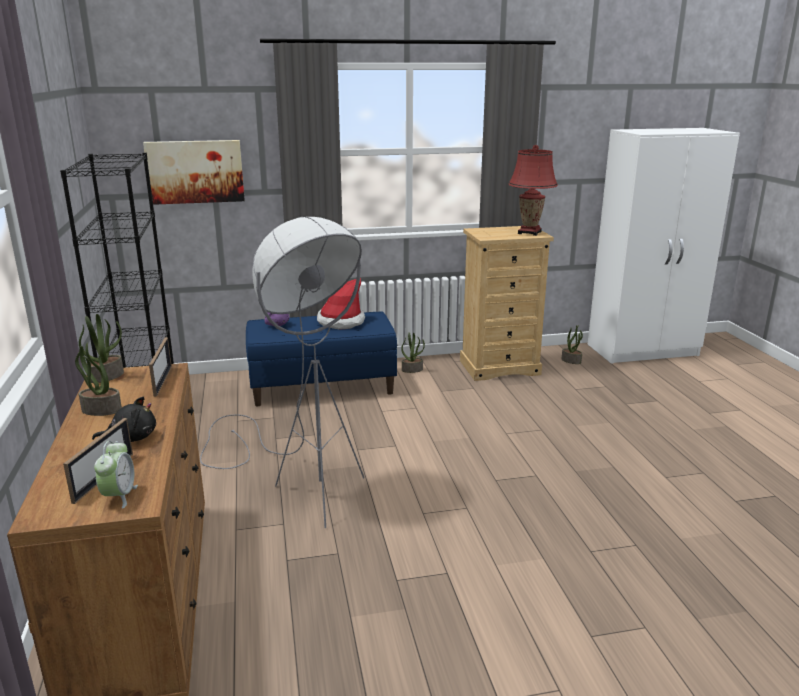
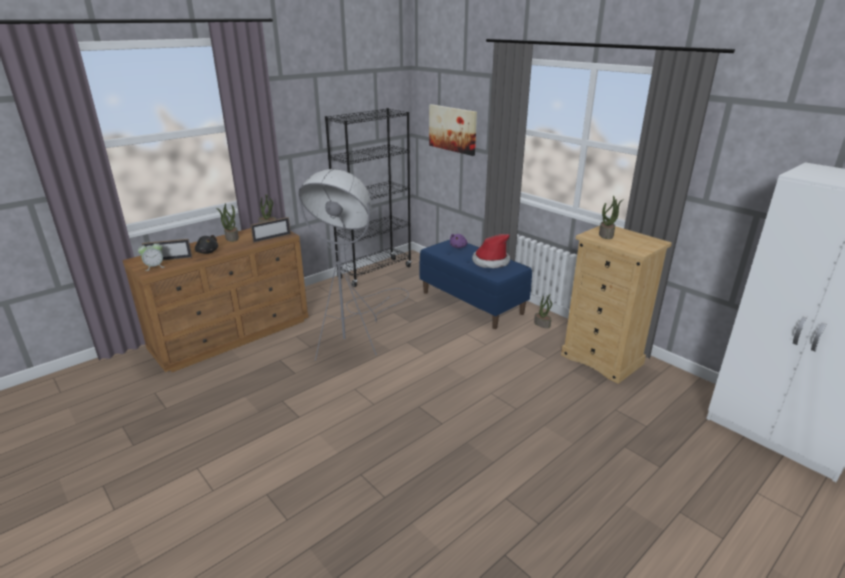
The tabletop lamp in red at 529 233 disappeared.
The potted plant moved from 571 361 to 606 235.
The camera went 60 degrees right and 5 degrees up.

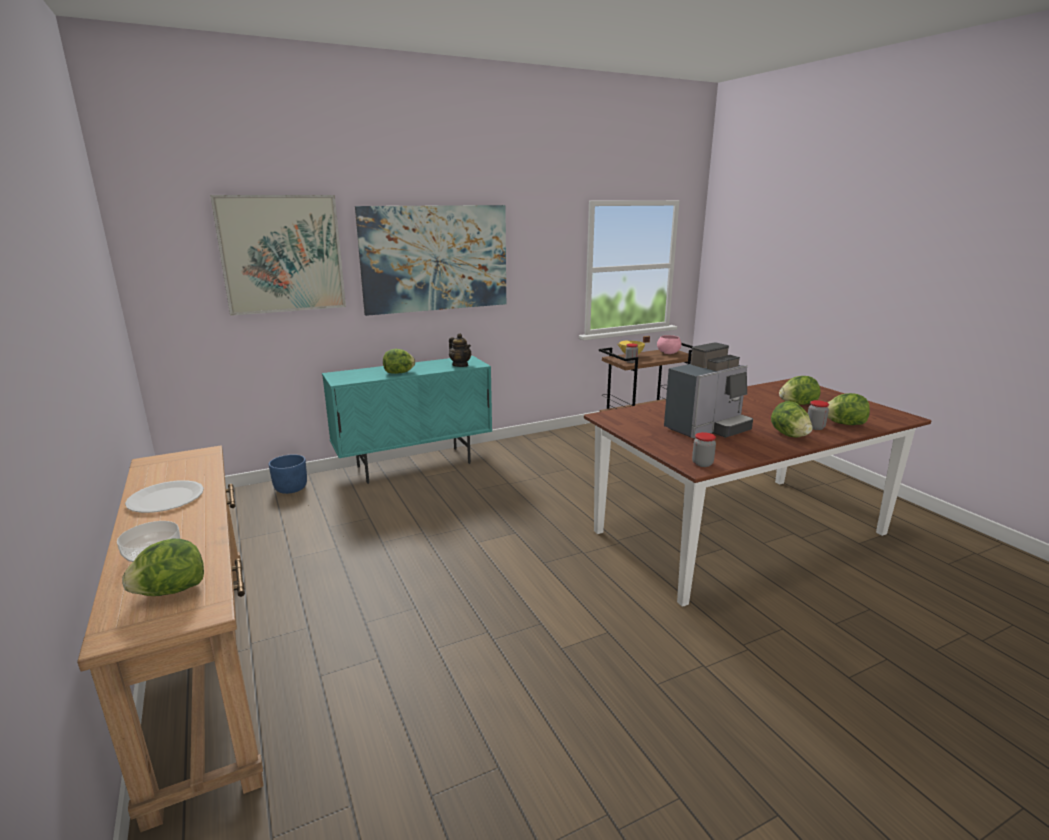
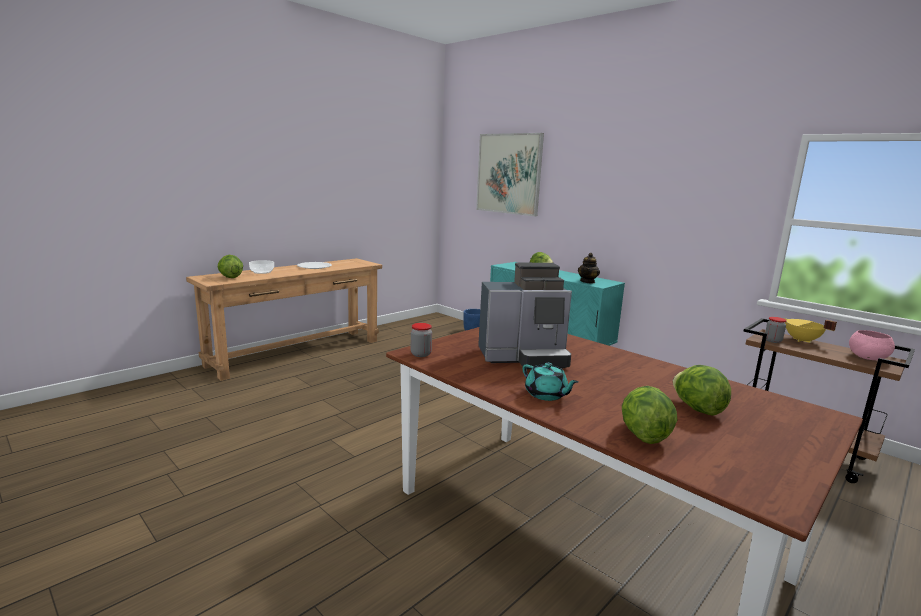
The wall picture at 435 258 disappeared.
The coffee brewer at 707 428 turned 45 degrees counterclockwise.
The preserve jar at 815 427 disappeared.
The lettuce at 789 435 was replaced by the teapot in turquoise-coloured at 546 395.
The camera went 70 degrees right and 5 degrees down.

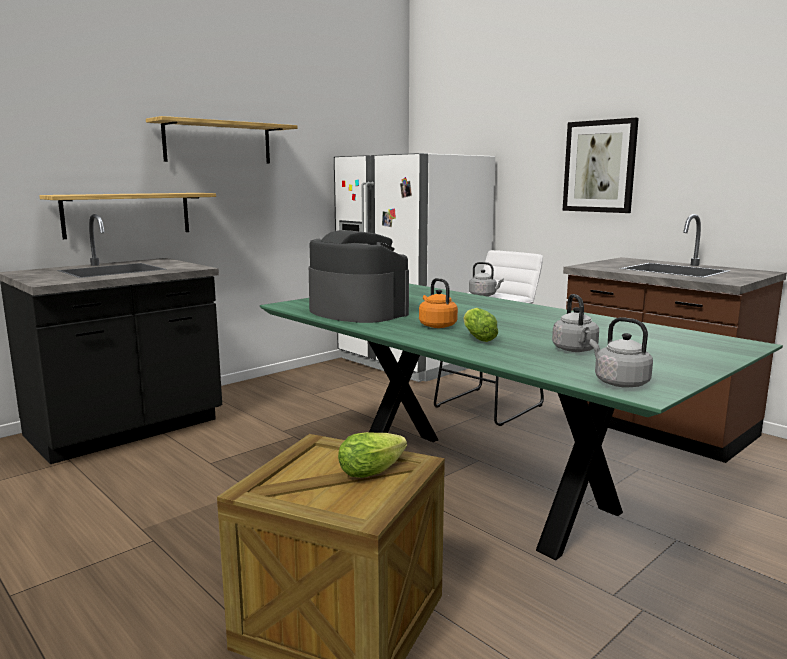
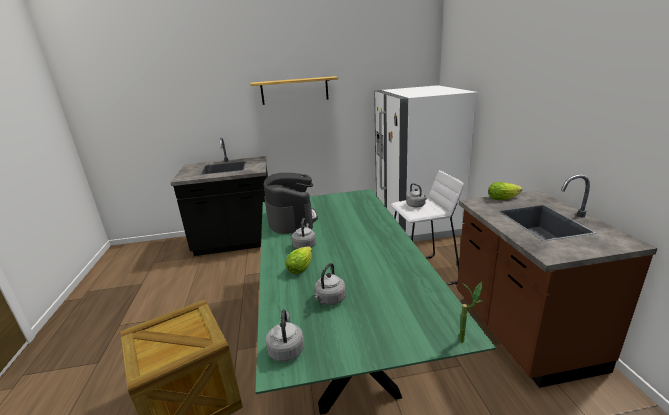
The wall picture at 599 166 disappeared.
The bracket shelf at 127 214 disappeared.
The kettle in orangey at 436 325 became the kettle in grey at 305 245.
The lettuce moved from 375 469 to 504 198.
The potted plant at 466 340 appeared.
The camera went 35 degrees right and 10 degrees up.

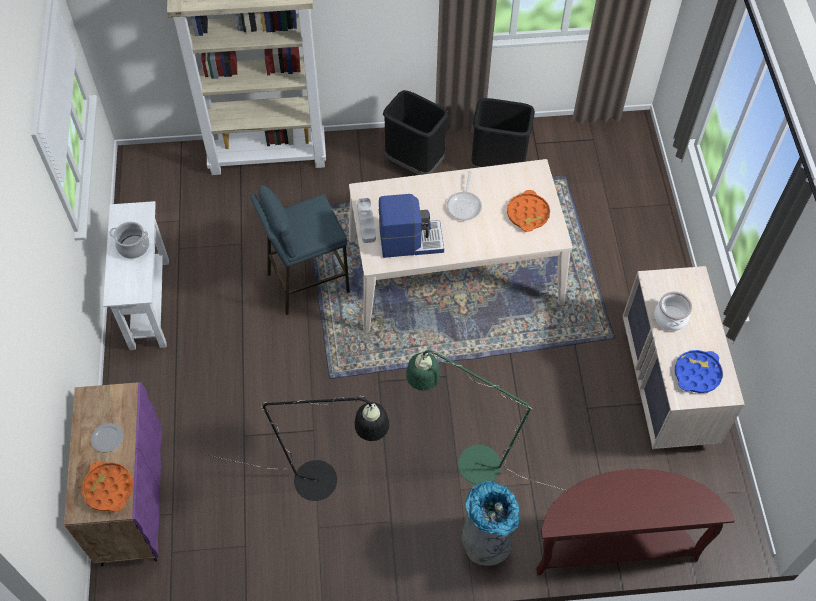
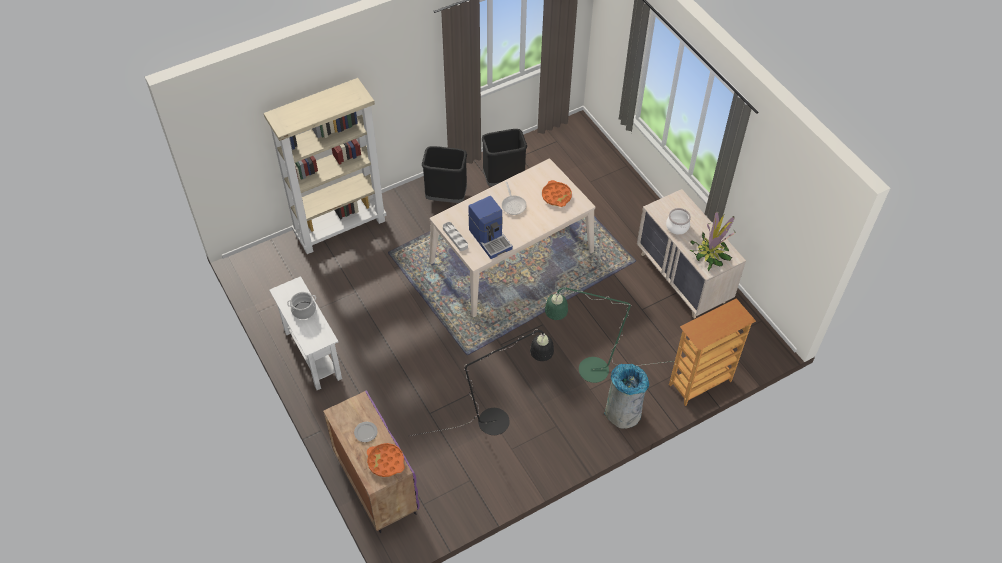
The sitting stool in bluish at 307 282 disappeared.
The coffee brewer at 410 240 turned 90 degrees clockwise.
The tray in bluish at 697 374 was replaced by the potted plant at 710 253.
The hall table in brownish at 613 544 was replaced by the bookshelf at 700 383.
The camera went 25 degrees left and 5 degrees down.

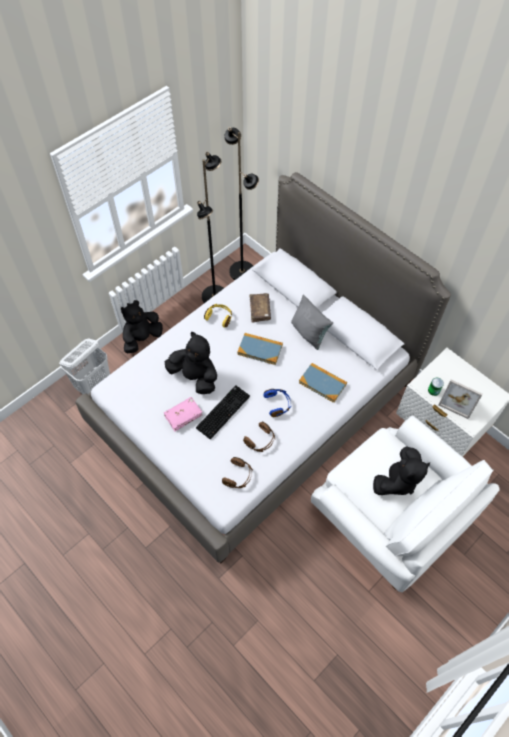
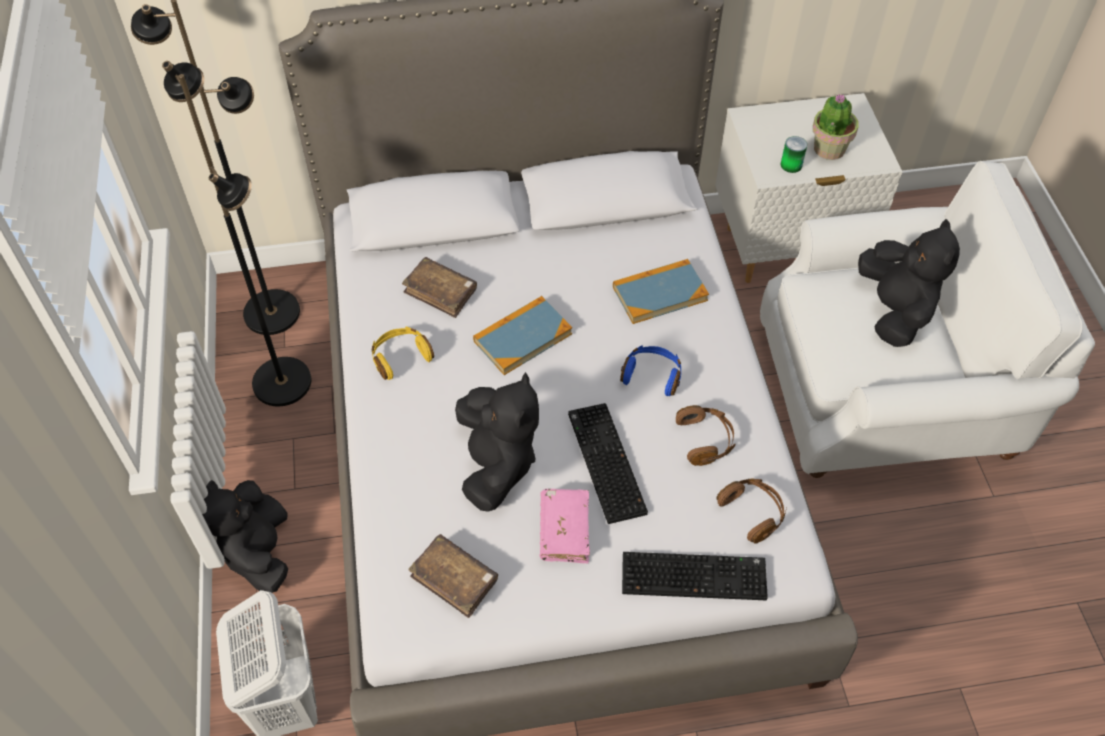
The cushion in grey at 309 333 disappeared.
The plush toy in black at 195 377 turned 105 degrees clockwise.
The picture frame at 458 400 was replaced by the potted plant at 828 149.
The book in brownish at 454 579 appeared.
The PC keyboard at 695 575 appeared.
The camera went 55 degrees left and 5 degrees down.

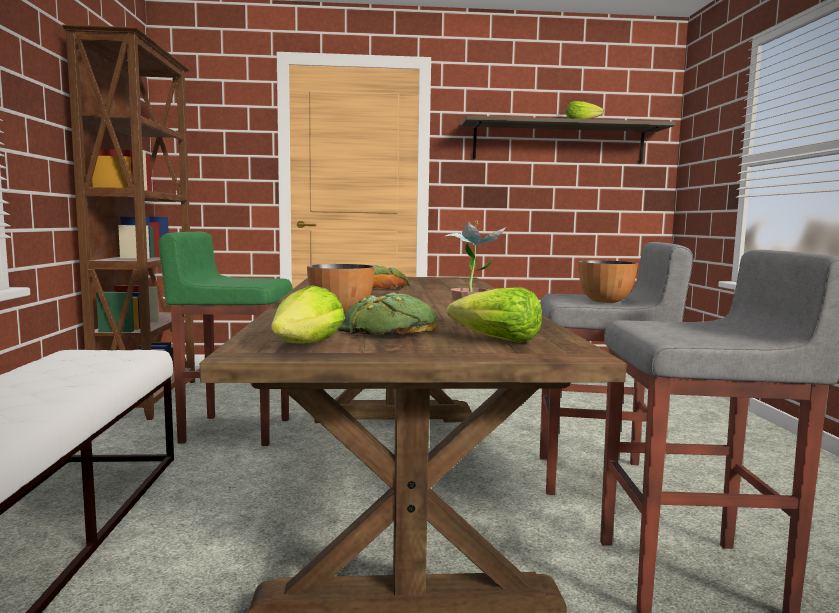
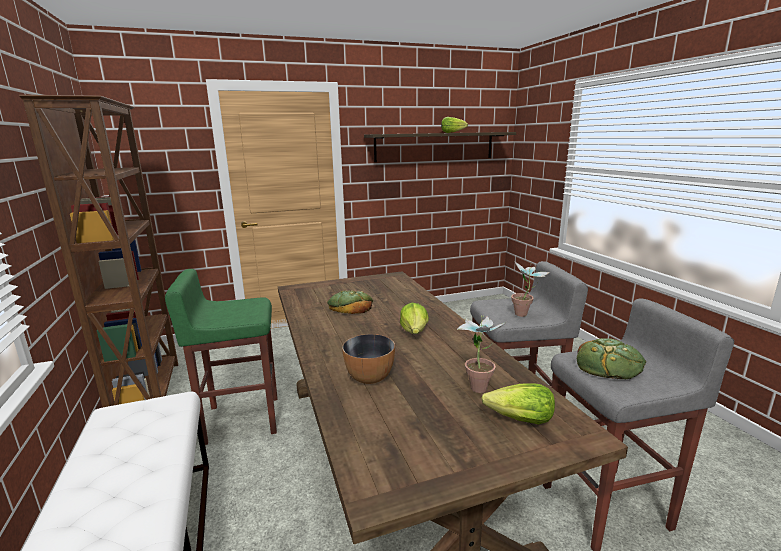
The serving bowl at 605 301 was replaced by the potted plant at 525 315.
The lettuce moved from 307 346 to 414 331.
The baked bread moved from 388 329 to 608 365.
The camera went 15 degrees left and 10 degrees up.

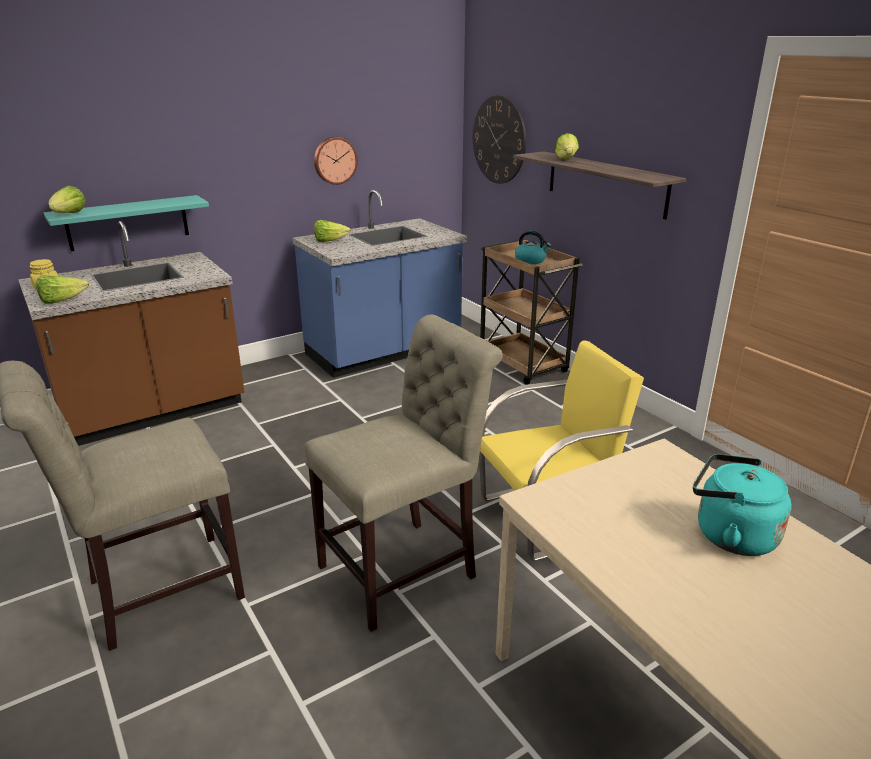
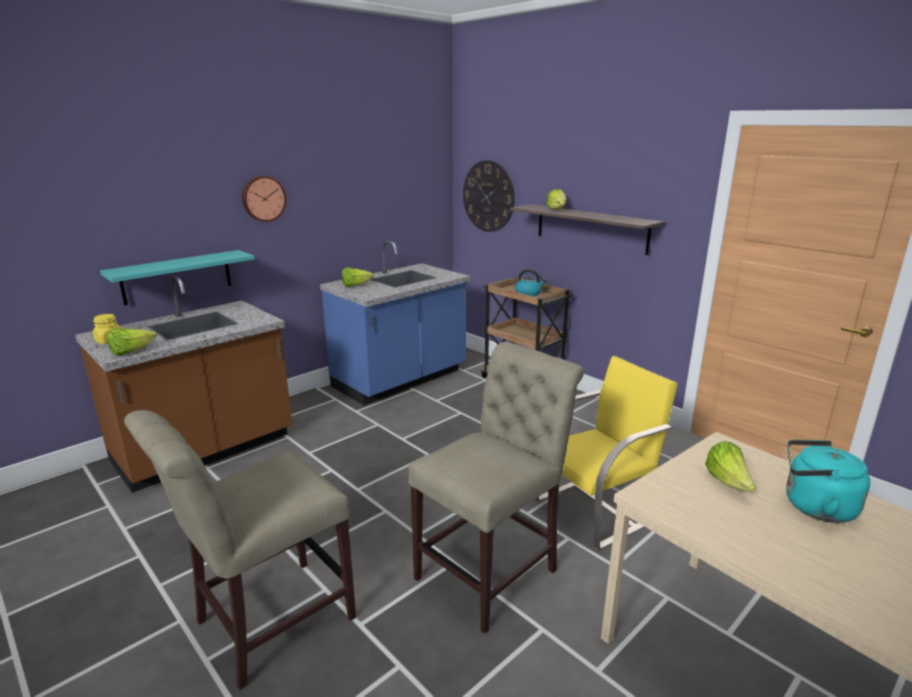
The wall clock moved from 334 160 to 263 198.
The lettuce moved from 69 214 to 728 482.
The camera went 10 degrees left and 5 degrees down.

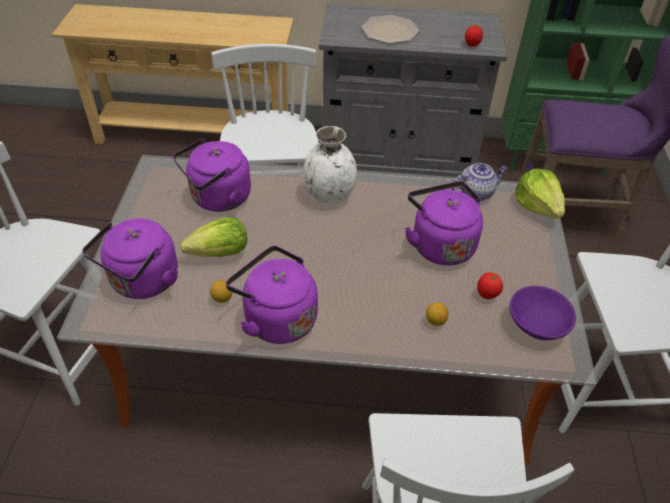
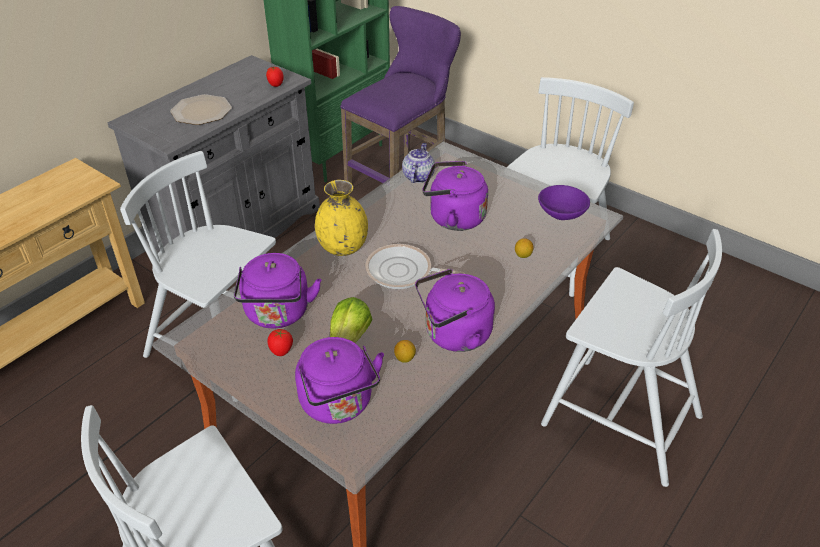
The flower vase in whitish at 329 194 became the flower vase in yellow at 342 247.
The lettuce at 537 206 disappeared.
The whole tomato moved from 486 295 to 281 352.
The frying pan at 403 272 appeared.
The camera went 55 degrees left and 5 degrees down.

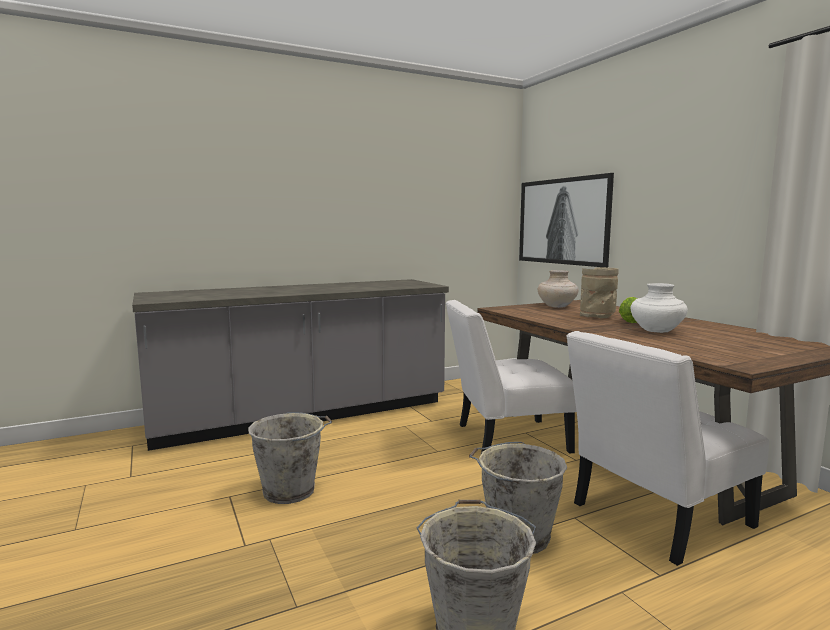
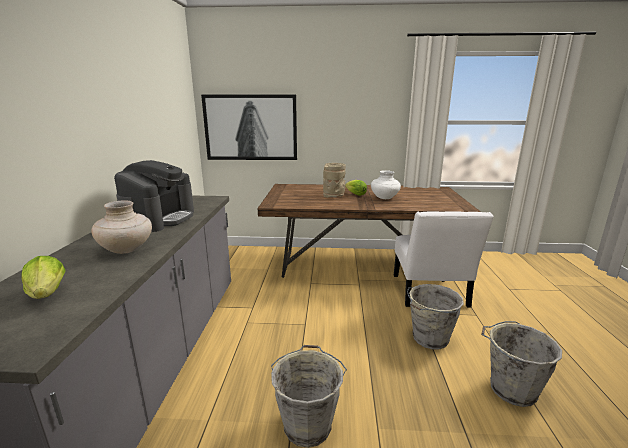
The flower vase in beige moved from 557 306 to 127 249.
The plain chair in whitish at 505 439 disappeared.
The coffee brewer at 160 219 appeared.
The lettuce at 48 294 appeared.
The camera went 60 degrees left and 10 degrees up.

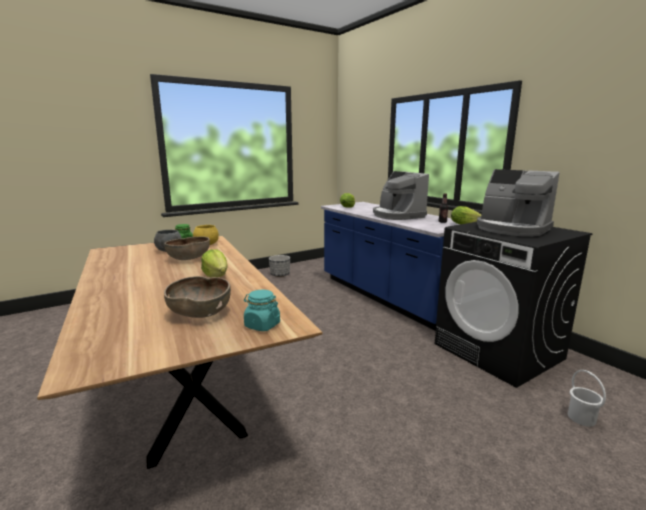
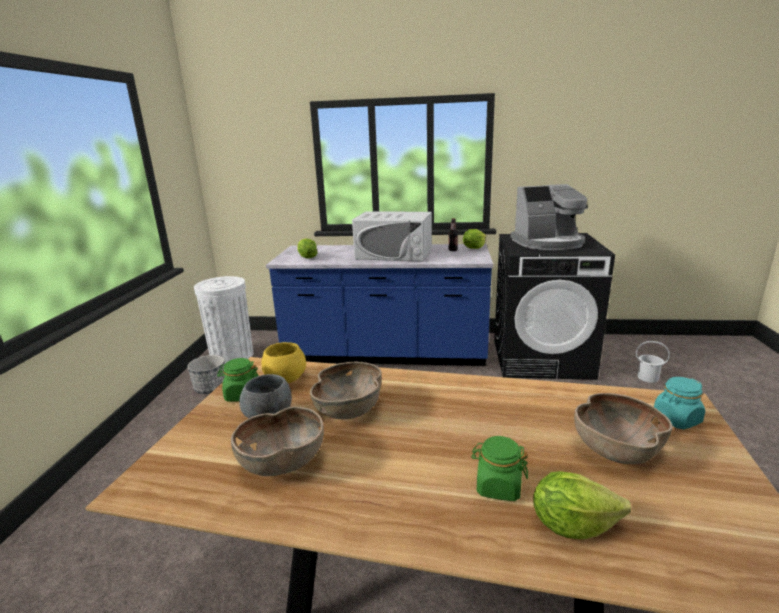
The coffee brewer at 397 215 was replaced by the microwave oven in whitish at 394 254.
The lettuce moved from 216 276 to 572 525.
The rubbish bin in whitish at 232 356 appeared.
The serving bowl in brownish at 282 463 appeared.
The preserve jar in green at 498 487 appeared.
The camera went 50 degrees left and 5 degrees up.

